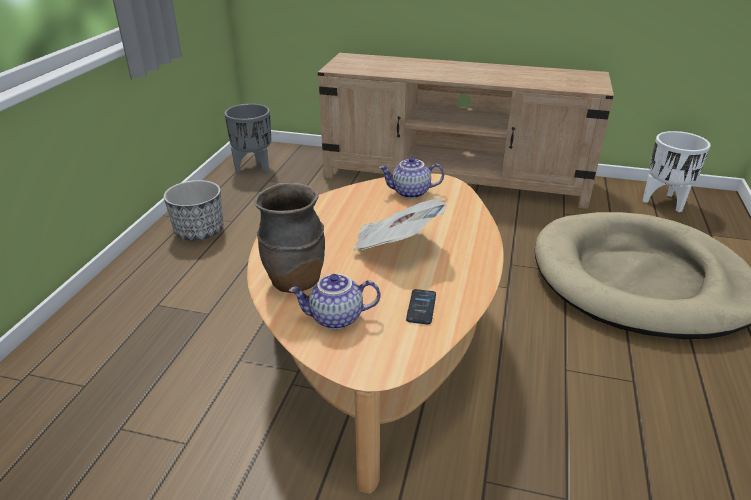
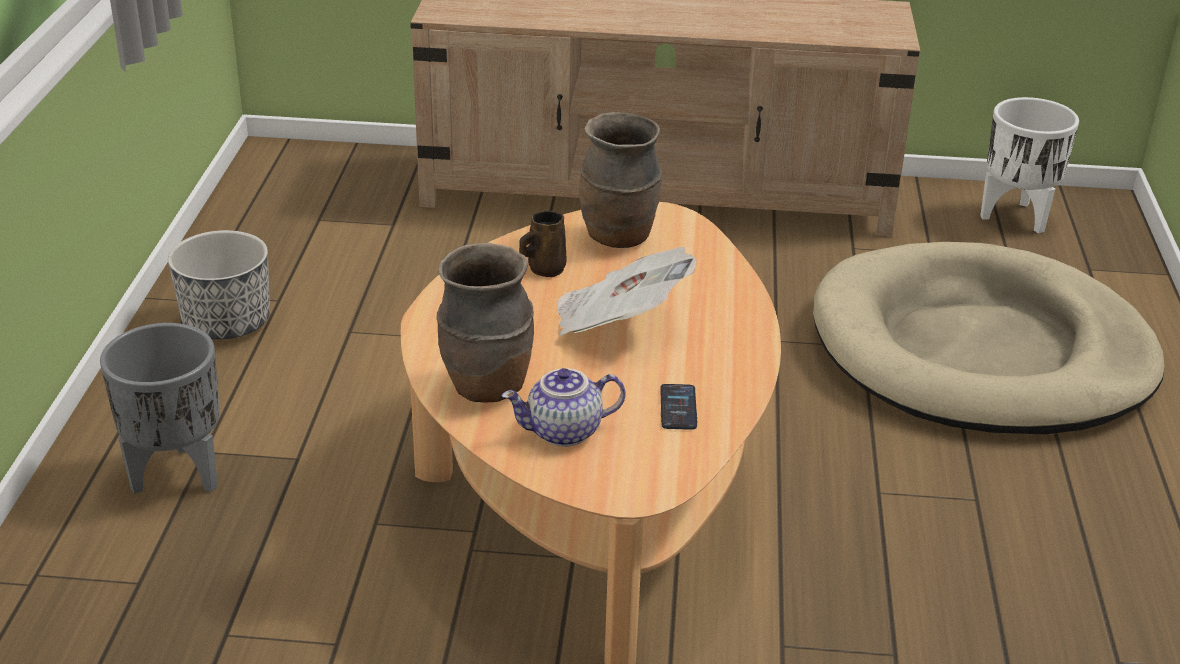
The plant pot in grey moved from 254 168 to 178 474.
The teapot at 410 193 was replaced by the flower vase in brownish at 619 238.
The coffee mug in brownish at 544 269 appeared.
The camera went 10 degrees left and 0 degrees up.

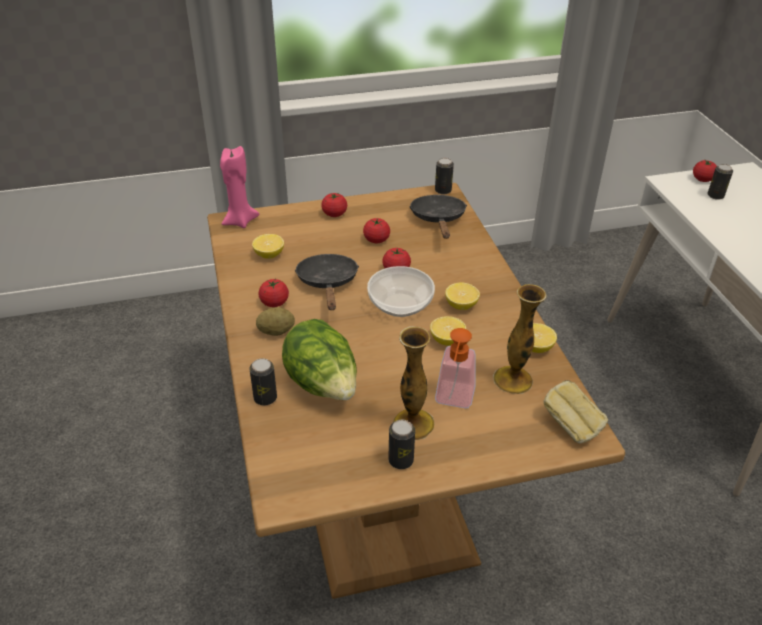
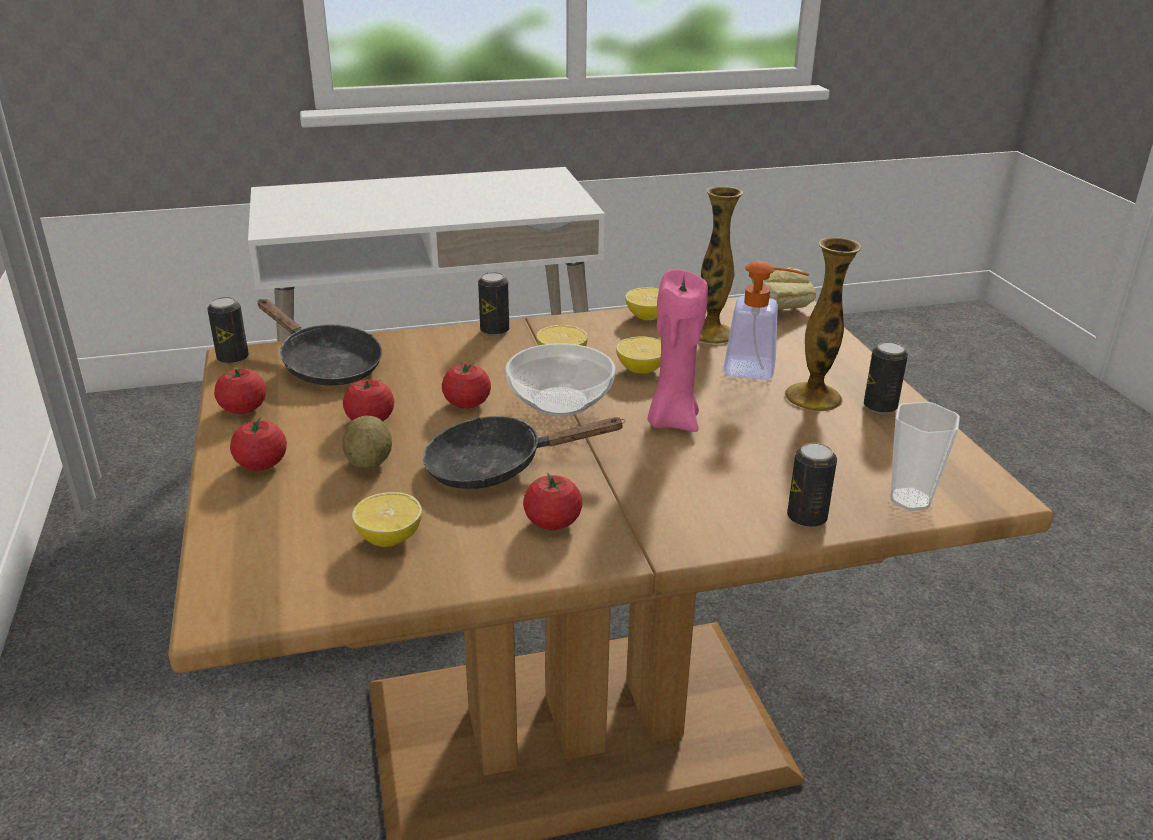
The wax candle in pink-coloured moved from 240 221 to 672 421.
The whole tomato moved from 702 179 to 243 409.
The metal can moved from 715 196 to 494 330.
The frying pan in black at 438 219 turned 135 degrees counterclockwise.
The whole potato moved from 276 331 to 369 462.
The lettuce at 323 385 disappeared.
The small cup at 910 499 appeared.
The camera went 90 degrees left and 10 degrees down.

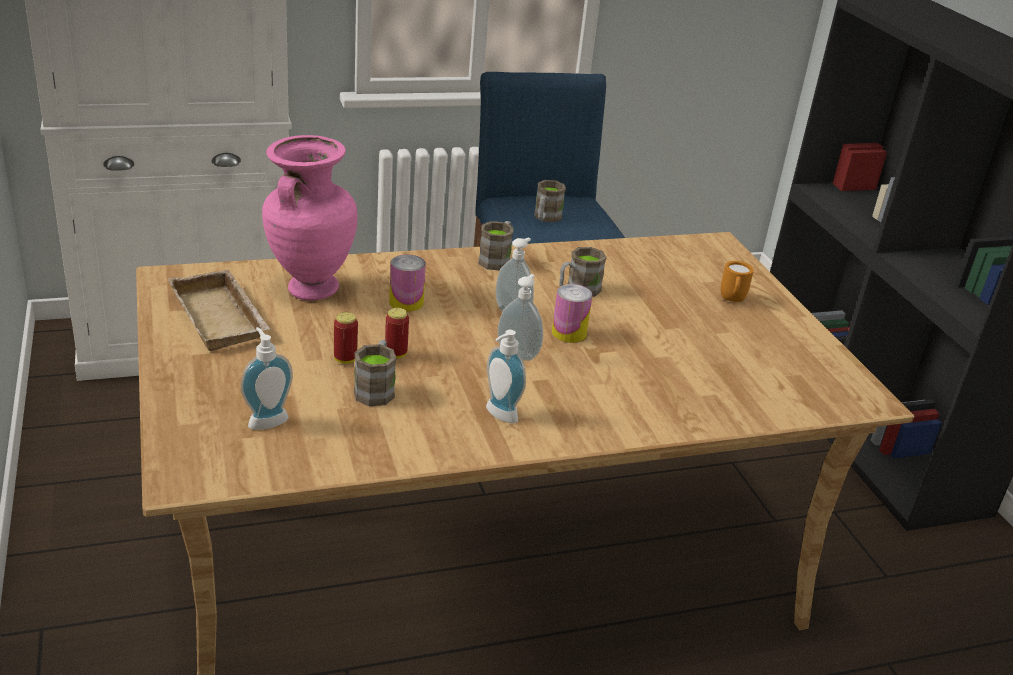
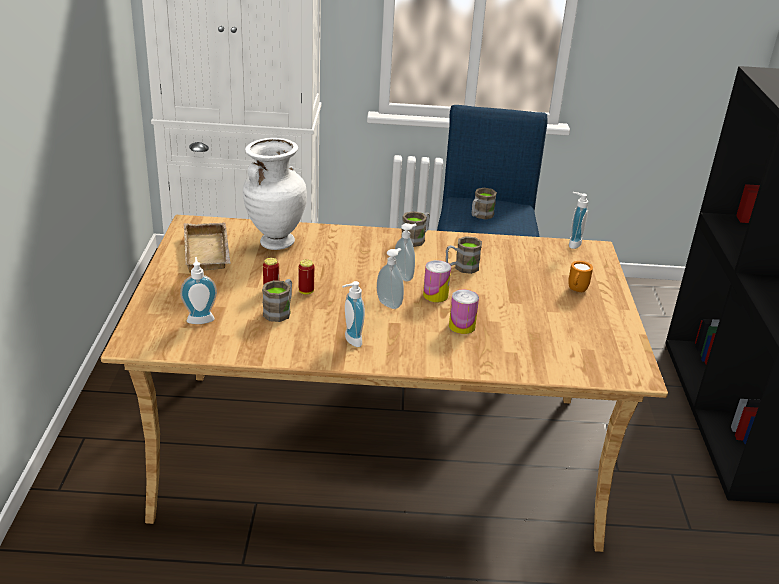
The flower vase in pink-coloured at 310 289 became the flower vase in whitish at 275 242.
The metal can moved from 406 303 to 462 326.
The liquid soap bottle at 572 243 appeared.
The camera went 20 degrees right and 0 degrees up.

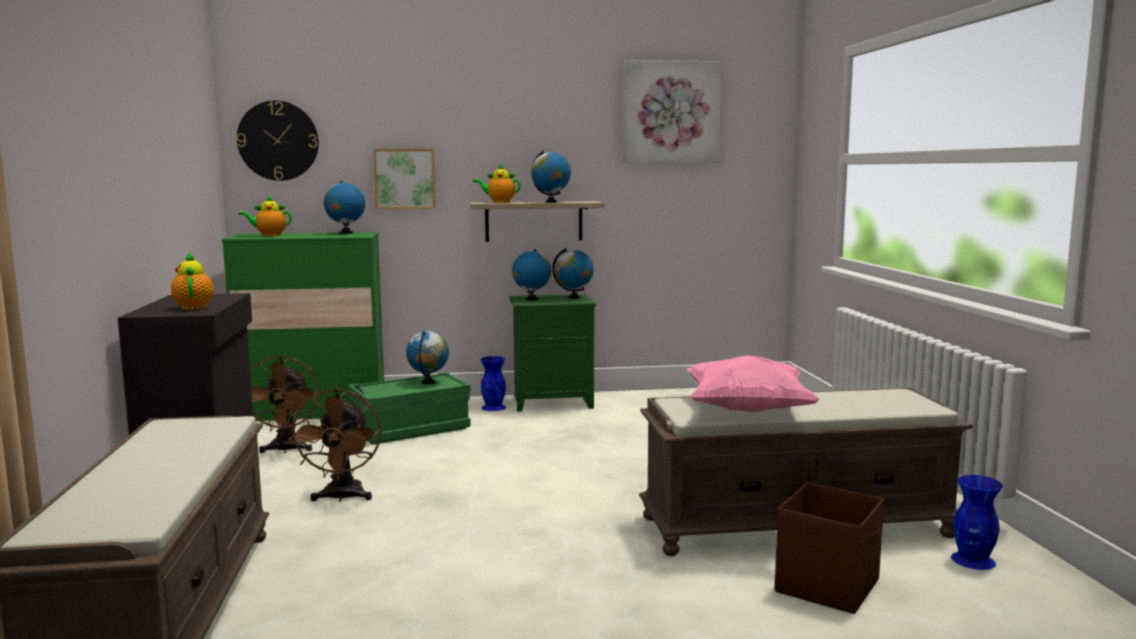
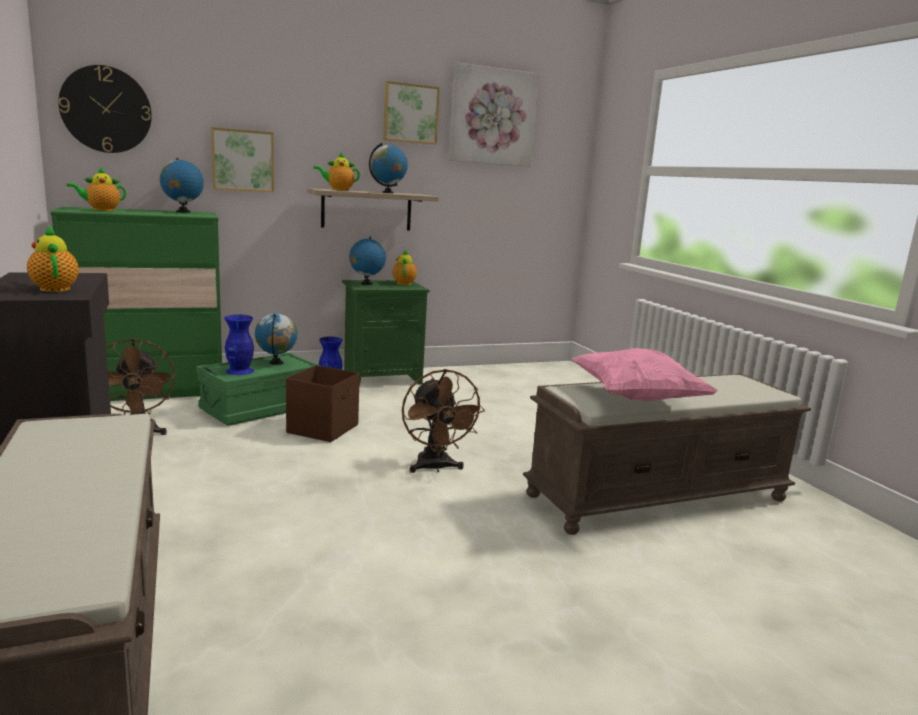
The desk globe at 574 297 was replaced by the teapot at 404 283.
The fan in brownish moved from 342 498 to 435 468.
The flower vase in bluish moved from 973 560 to 239 371.
The storage box in brownish moved from 828 585 to 324 428.
The wall picture at 410 113 appeared.
The camera went 15 degrees left and 5 degrees up.

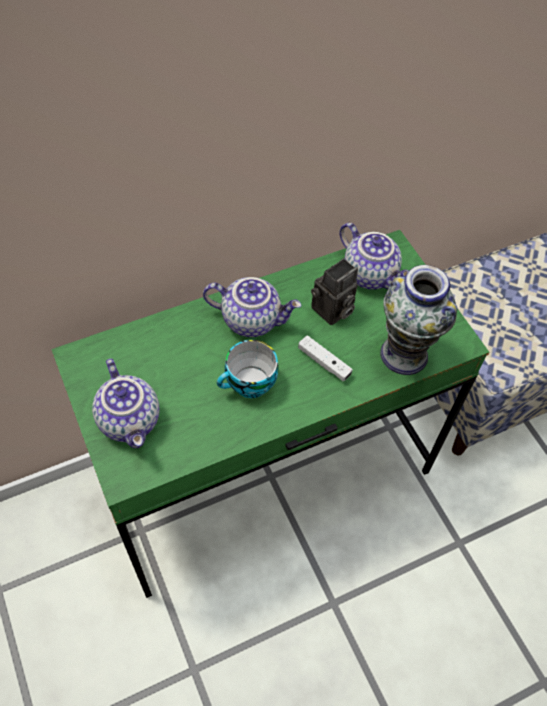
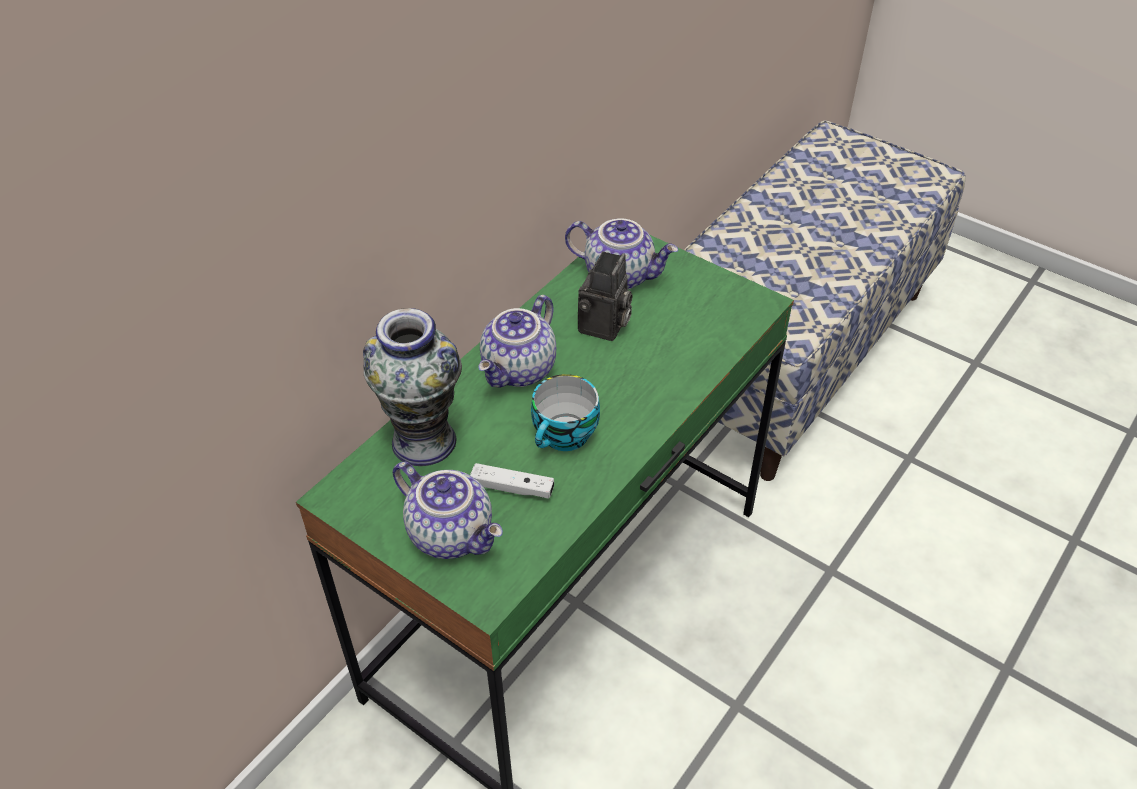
The flower vase moved from 404 354 to 424 441.
The teapot at 252 319 turned 135 degrees clockwise.
The gamepad in whitish moved from 324 362 to 512 488.
The camera went 25 degrees left and 10 degrees down.

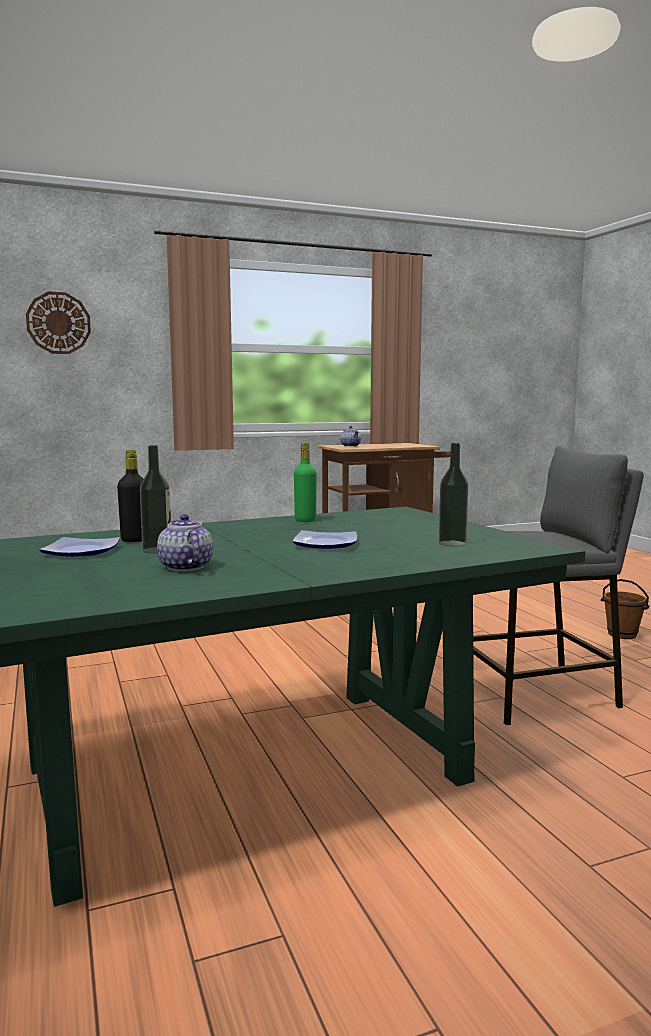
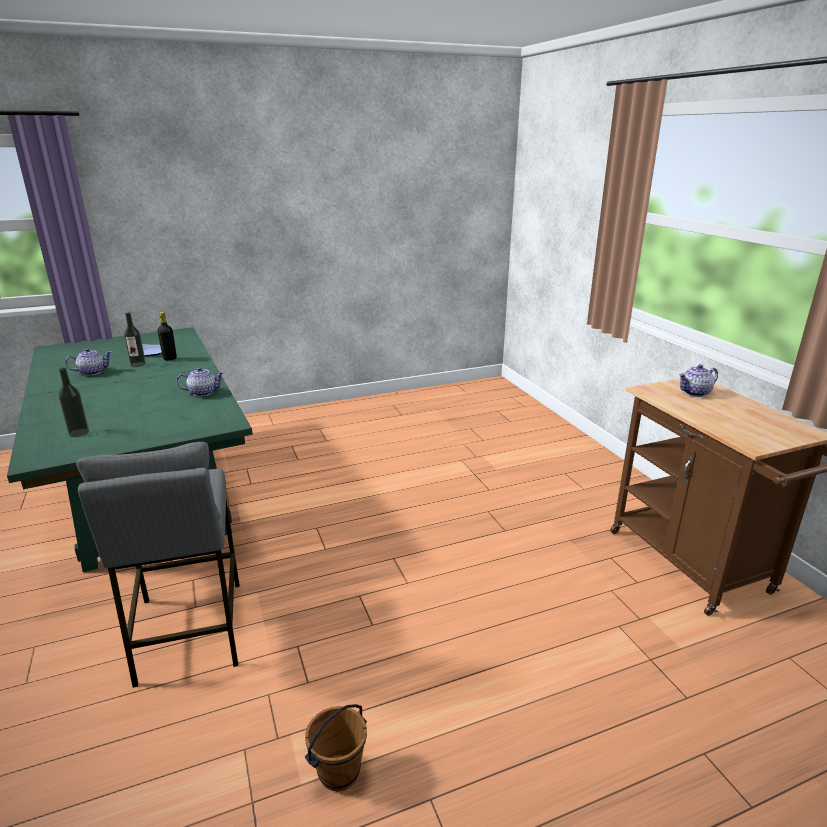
The wall clock at 58 323 disappeared.
The drink bottle in green at 305 520 was replaced by the teapot at 202 392.
The plate at 324 544 disappeared.
The camera went 90 degrees right and 15 degrees up.

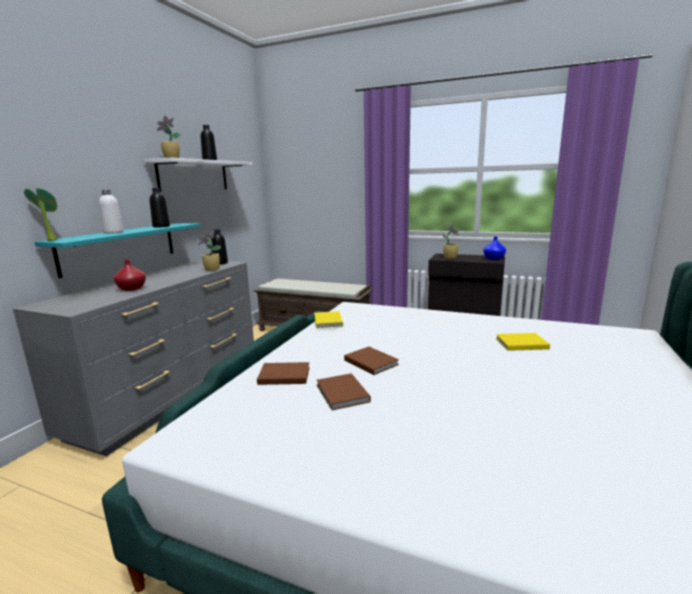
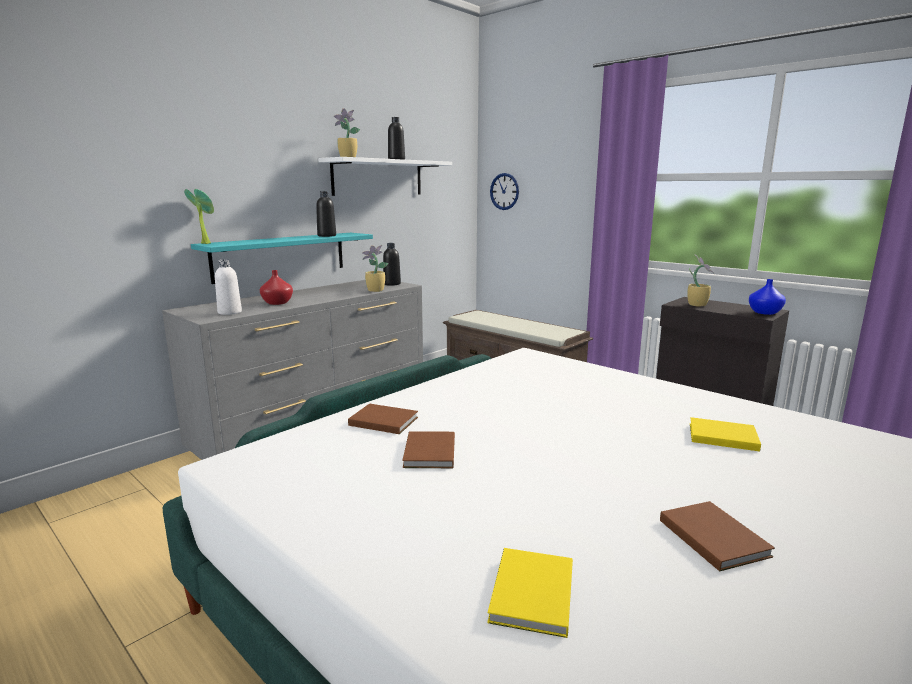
The drink bottle in whitish moved from 113 232 to 230 312.
The book in yellow moved from 327 321 to 530 595.
The book in brownish moved from 370 361 to 712 536.
The wall clock at 504 191 appeared.
The camera went 20 degrees right and 0 degrees up.

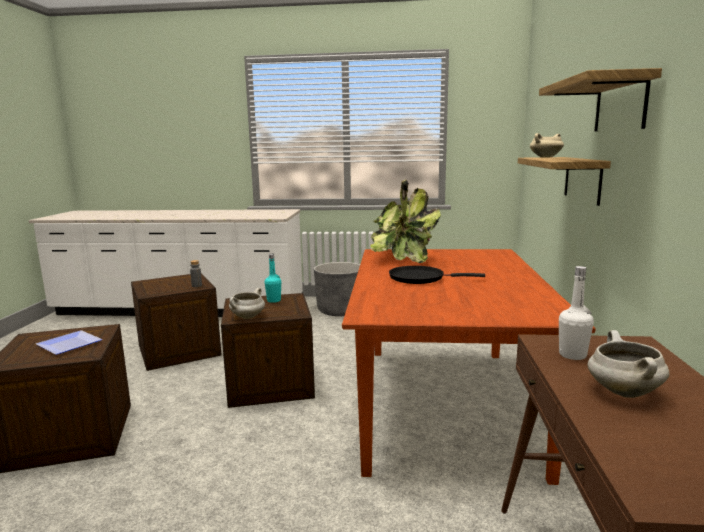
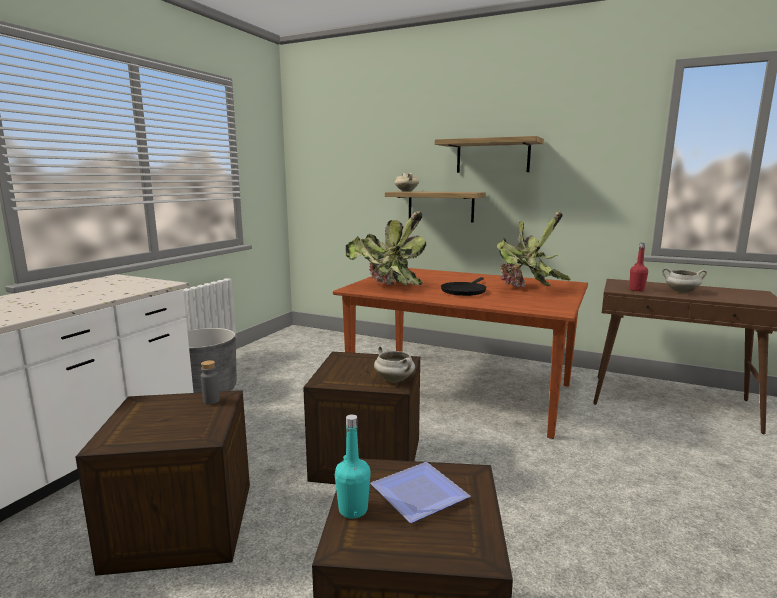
The drink bottle in turquoise-coloured moved from 274 300 to 353 510.
The drink bottle in whitish at 572 355 became the drink bottle in red at 636 290.
The potted plant at 526 289 appeared.
The camera went 70 degrees left and 0 degrees up.

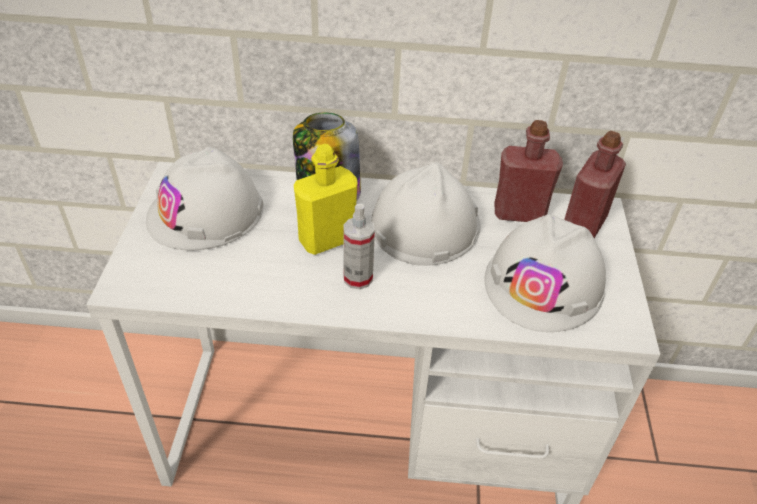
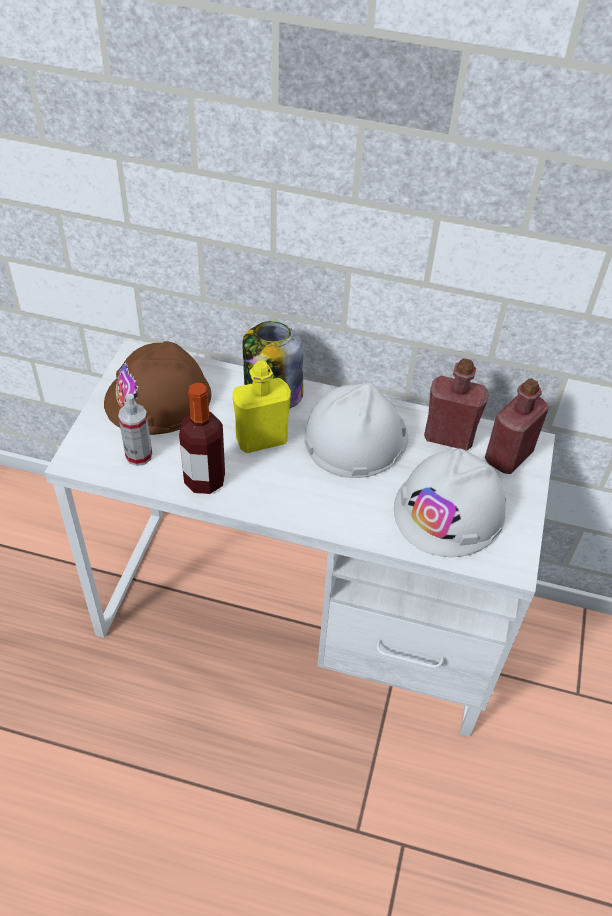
The work helmet in whitish at 206 213 became the work helmet in brownish at 158 398.
The spray bottle moved from 358 278 to 139 455.
The drink bottle at 204 480 appeared.
The camera went 10 degrees right and 5 degrees up.

